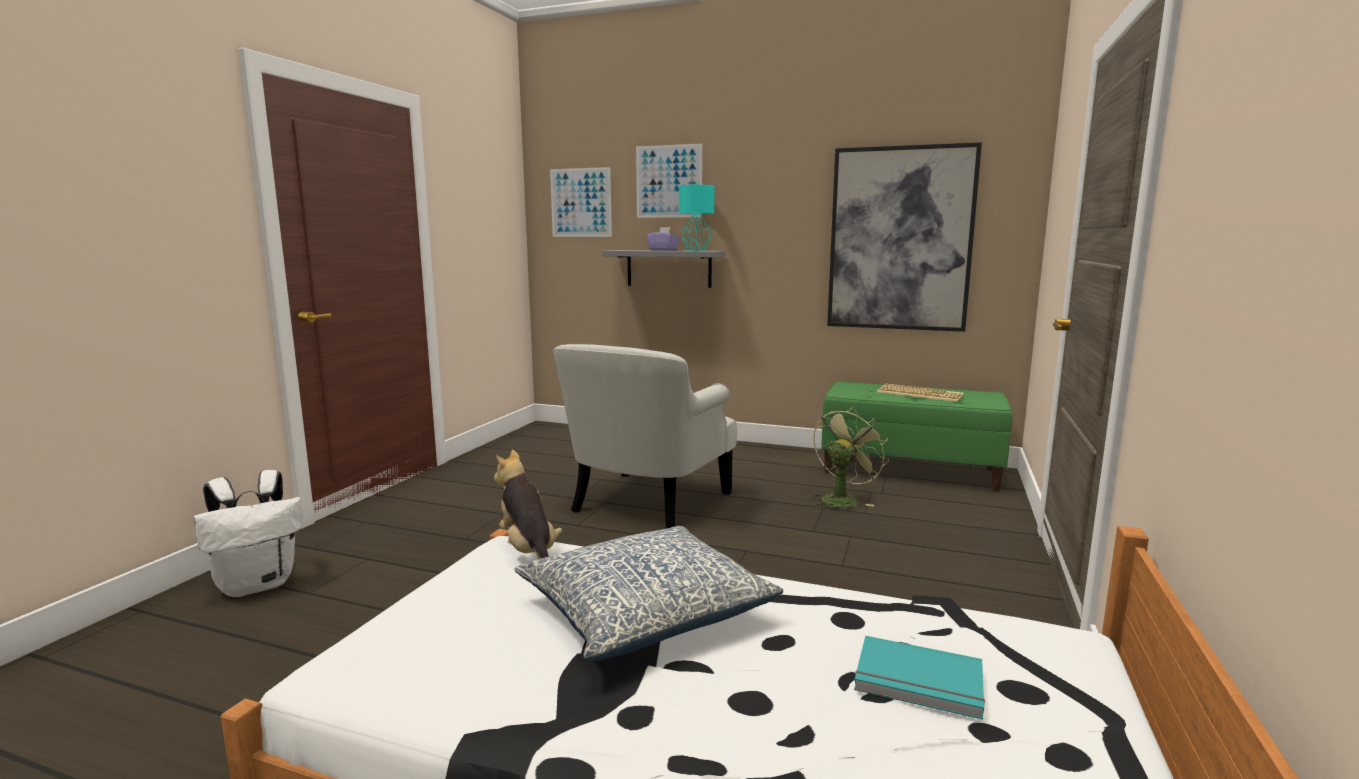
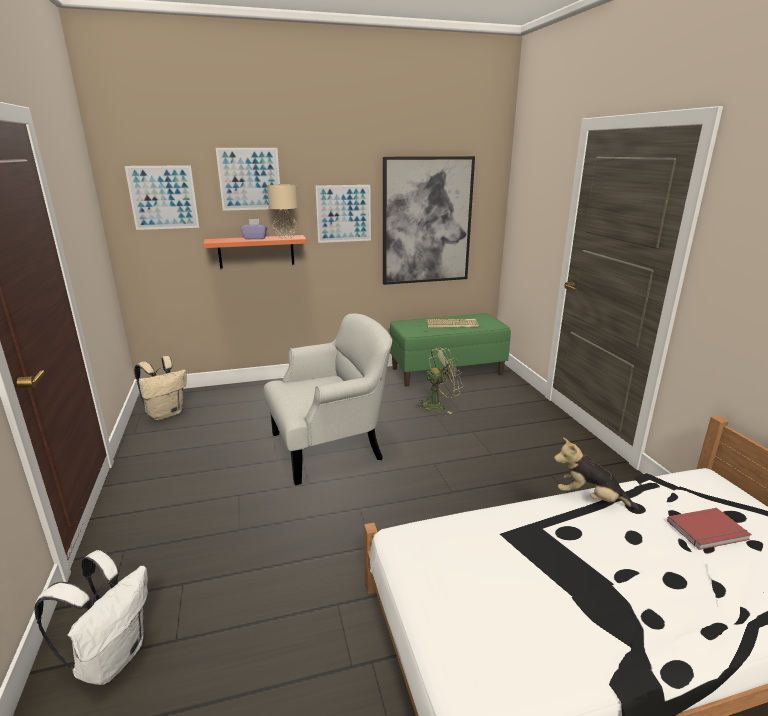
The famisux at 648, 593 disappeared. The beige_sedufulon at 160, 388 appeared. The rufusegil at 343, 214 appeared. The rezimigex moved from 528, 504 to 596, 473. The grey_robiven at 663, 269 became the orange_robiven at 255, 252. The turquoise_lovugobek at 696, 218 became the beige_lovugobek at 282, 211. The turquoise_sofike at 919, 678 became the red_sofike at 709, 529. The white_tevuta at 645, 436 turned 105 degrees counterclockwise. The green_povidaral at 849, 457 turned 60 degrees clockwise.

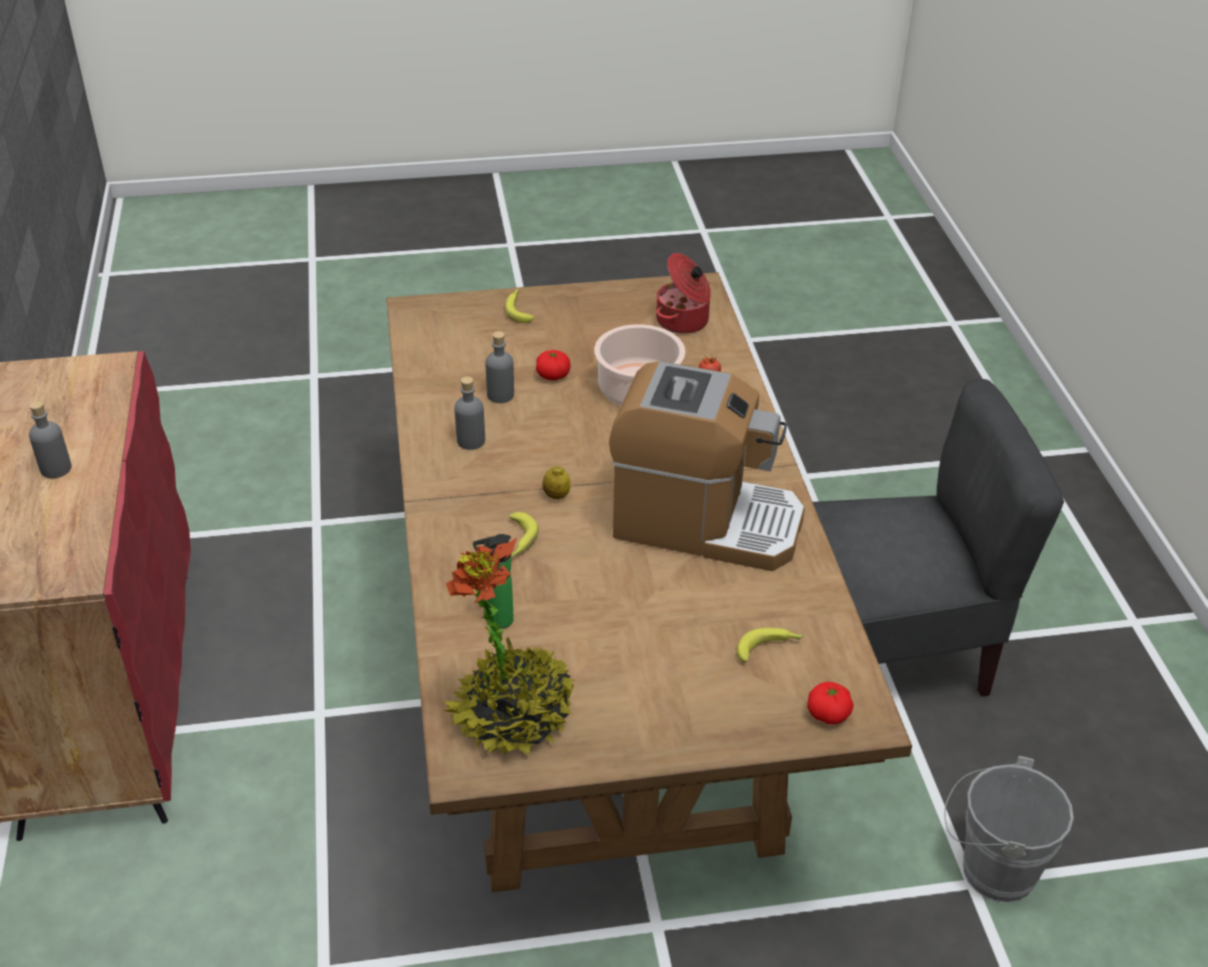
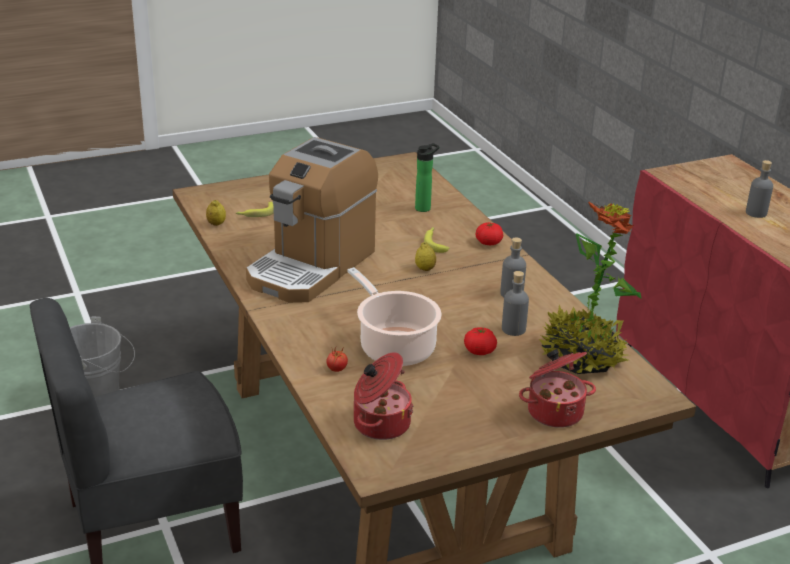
The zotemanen at 216, 213 appeared. The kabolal moved from 508, 646 to 590, 288. The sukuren moved from 830, 703 to 489, 233. The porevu at 520, 306 was replaced by the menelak at 557, 388. The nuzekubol at 707, 466 turned 60 degrees counterclockwise.

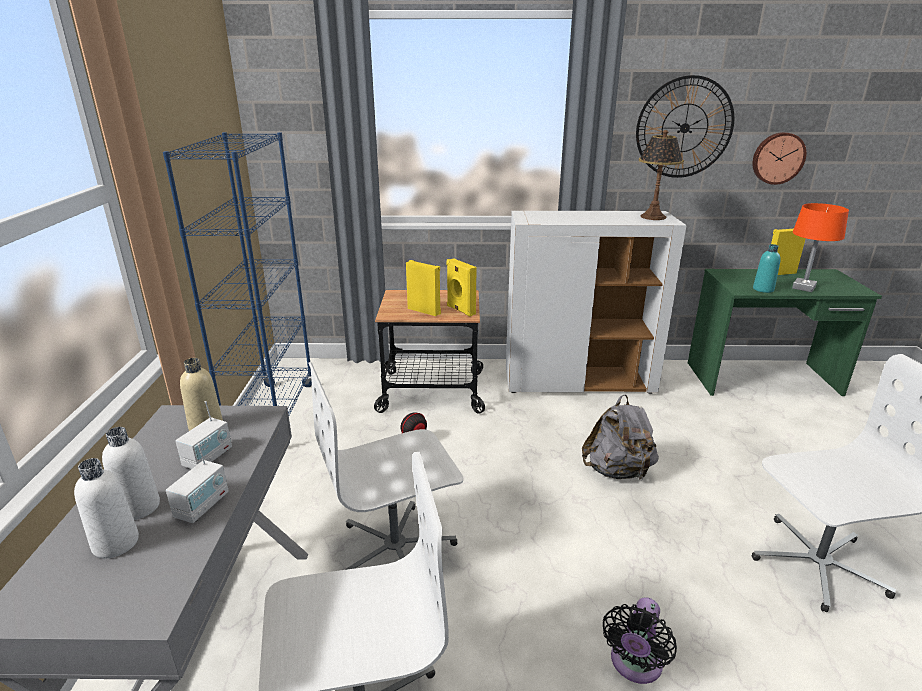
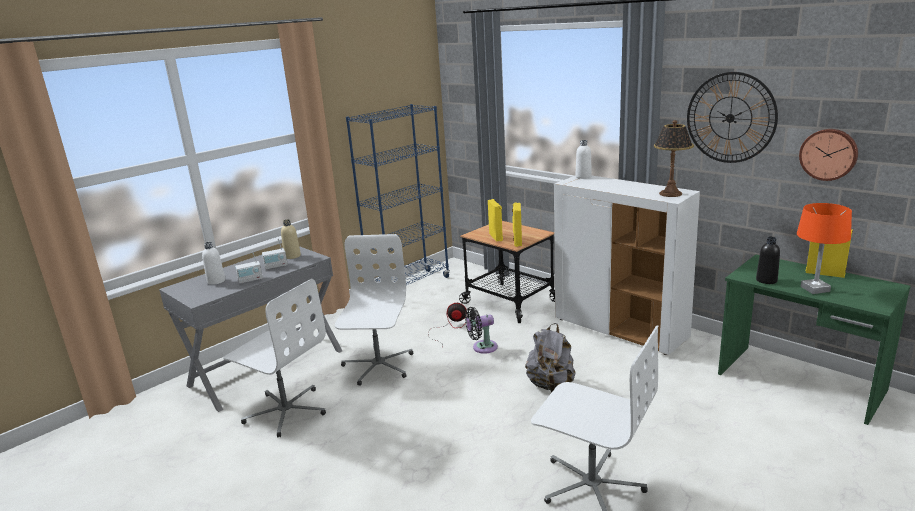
The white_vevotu moved from 131, 473 to 584, 159. The black_povidaral moved from 640, 640 to 481, 330. The turquoise_vevotu at 767, 268 became the black_vevotu at 768, 260. The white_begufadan at 386, 466 turned 75 degrees clockwise.

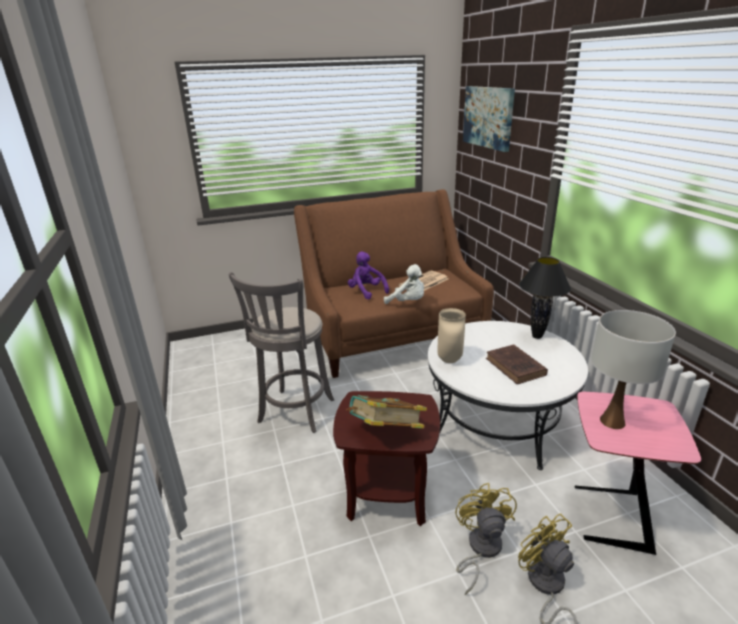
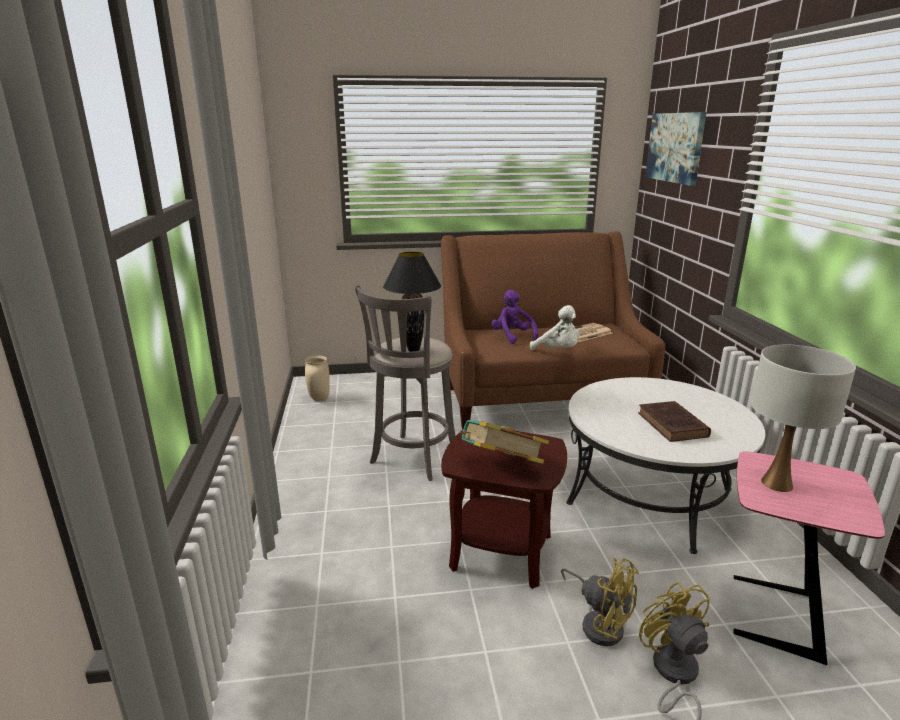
The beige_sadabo moved from 451, 335 to 317, 379. The black_lovugobek moved from 545, 298 to 412, 301. The yellow_povidaral at 486, 539 turned 120 degrees clockwise.

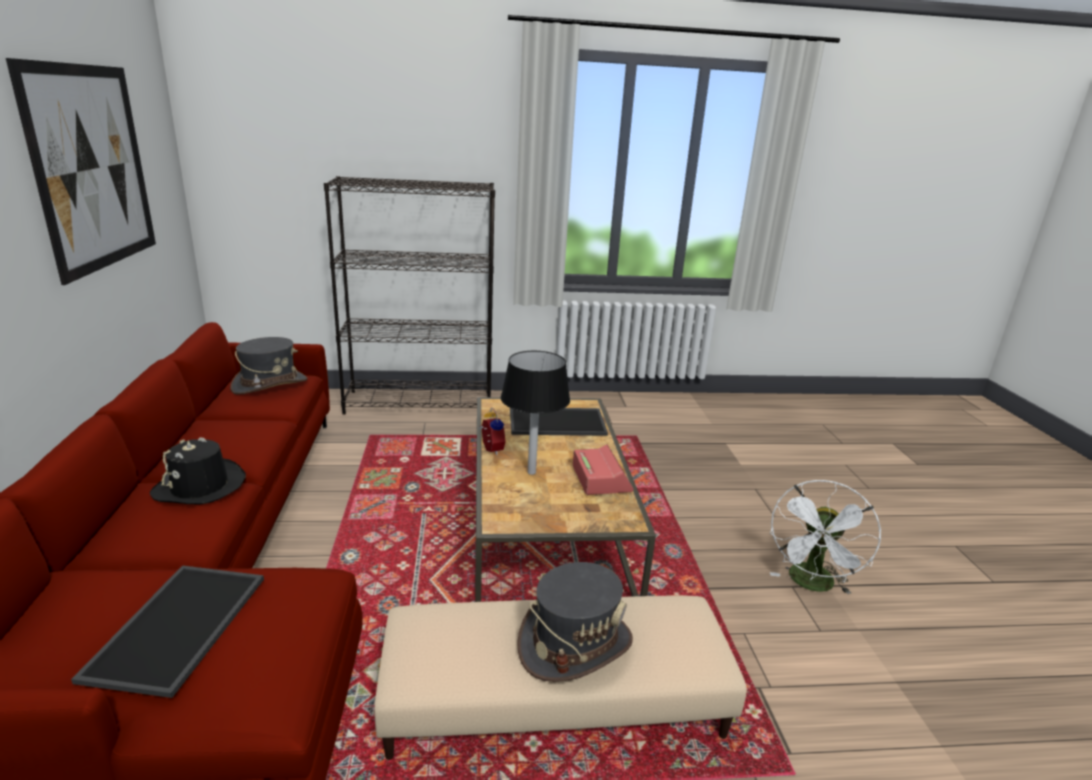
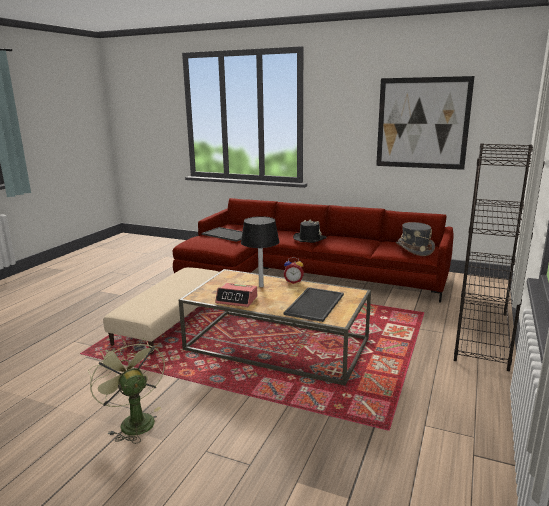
The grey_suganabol at 575, 622 disappeared. The white_povidaral at 826, 537 became the green_povidaral at 126, 391.

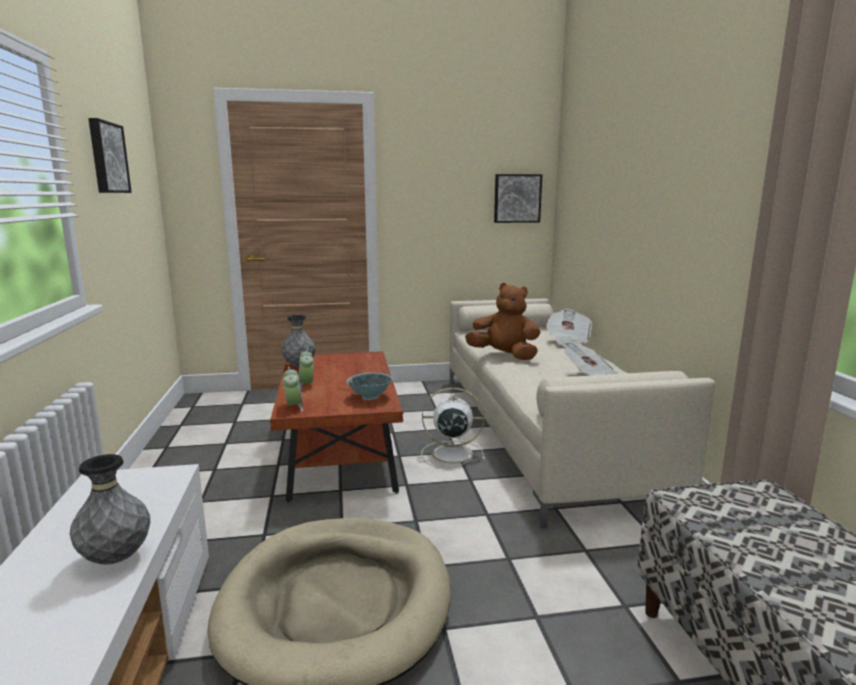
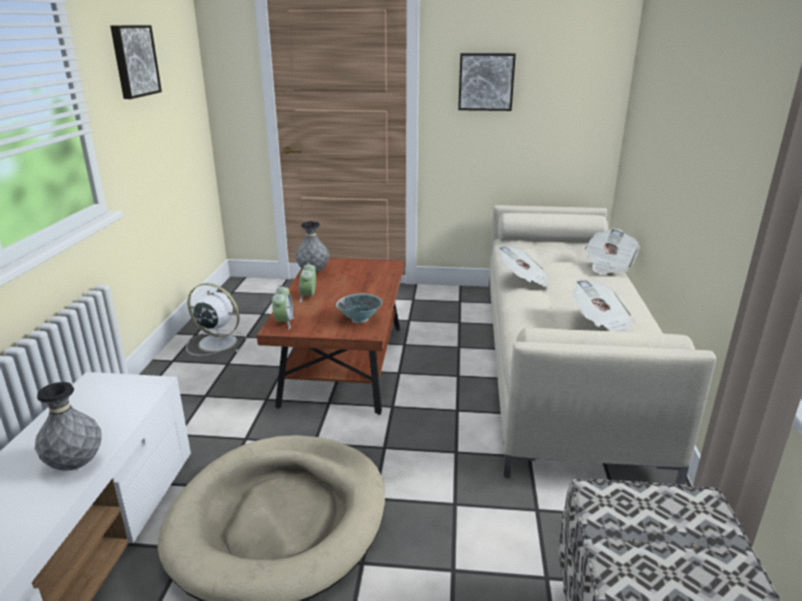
The white_povidaral moved from 453, 428 to 216, 319. The rufusegil moved from 518, 198 to 487, 82. The brown_rezimigex at 502, 321 was replaced by the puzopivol at 524, 267.

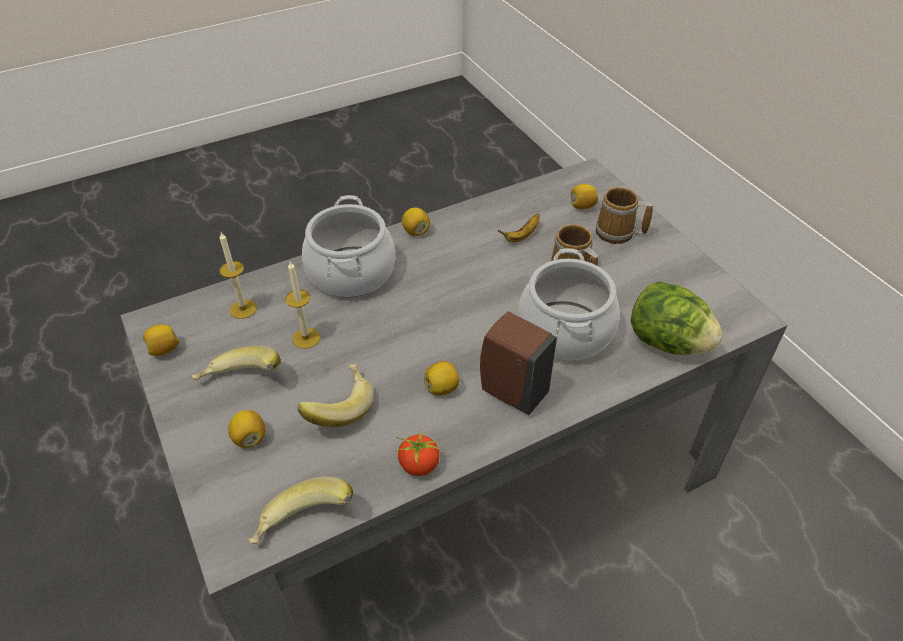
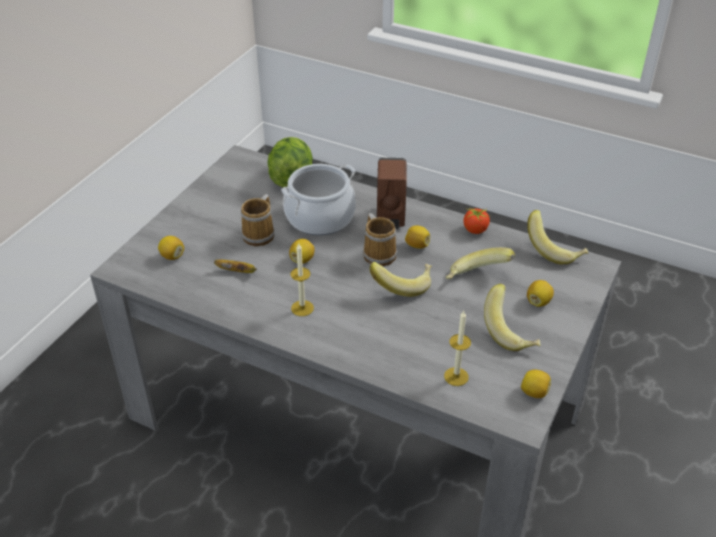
The menelak at 348, 246 disappeared. The porevu at 401, 279 appeared. The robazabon moved from 302, 305 to 302, 280. The zotemanen moved from 416, 222 to 302, 251. The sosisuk moved from 624, 215 to 380, 239.

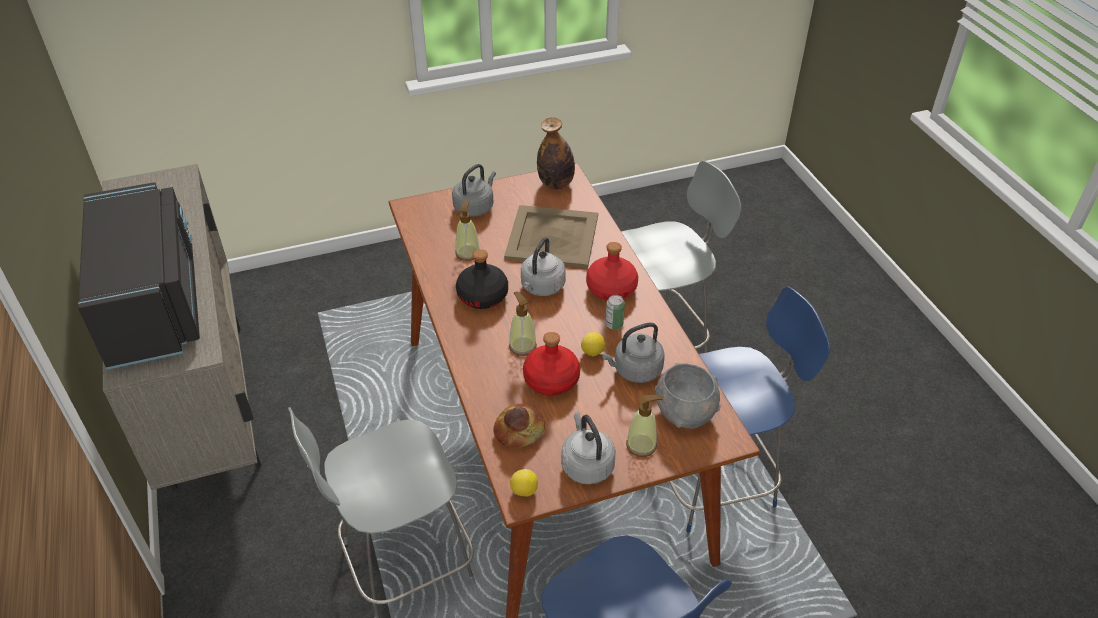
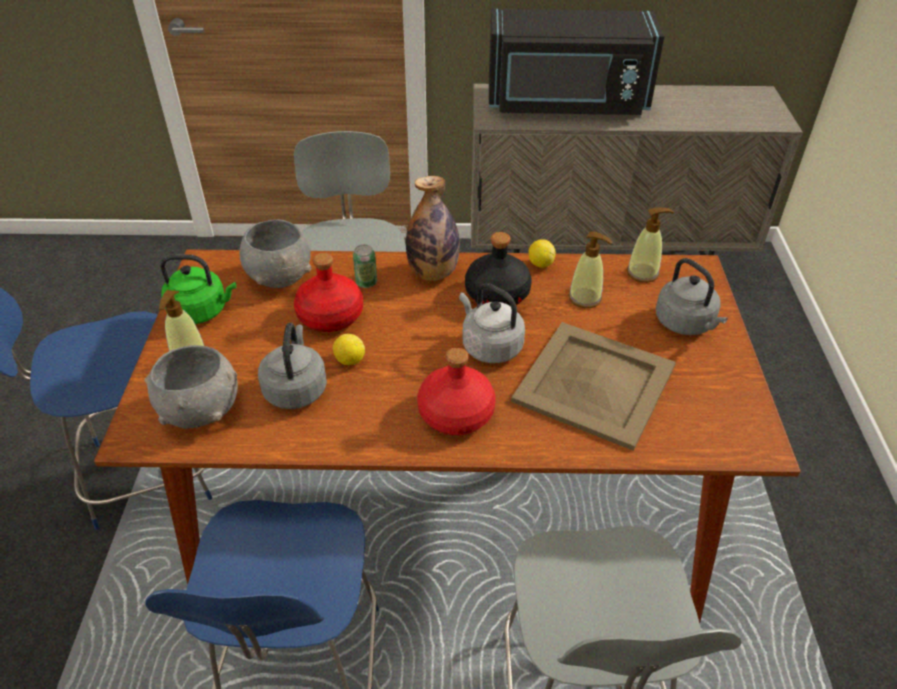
The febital moved from 523, 323 to 650, 245. The zotemanen moved from 524, 483 to 542, 253. The vevotu moved from 556, 153 to 433, 228. The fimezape moved from 615, 312 to 365, 266. The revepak at 519, 426 was replaced by the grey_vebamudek at 275, 253. The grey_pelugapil at 588, 448 became the green_pelugapil at 198, 289.

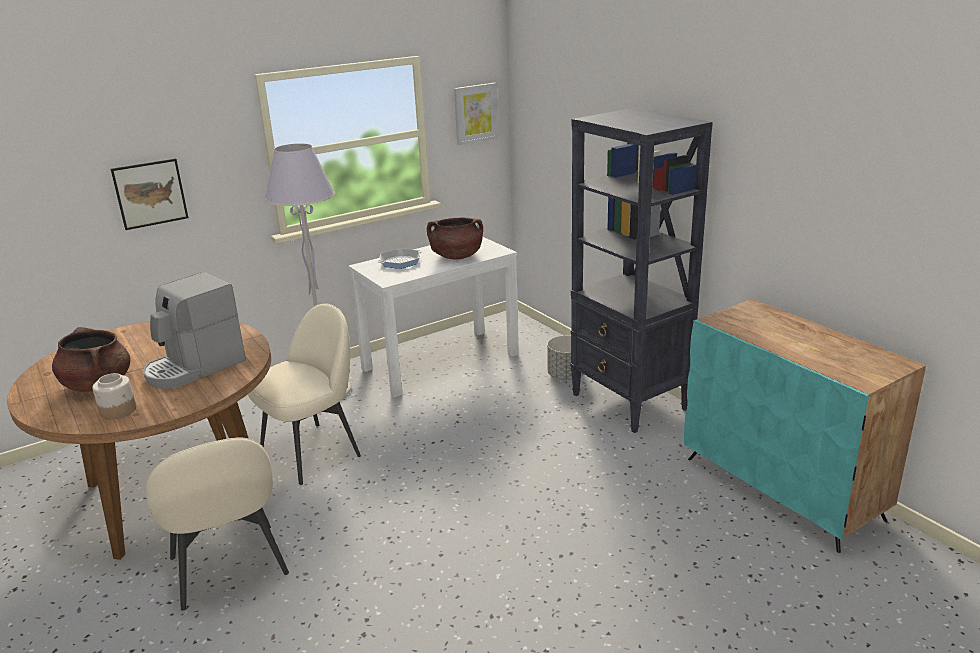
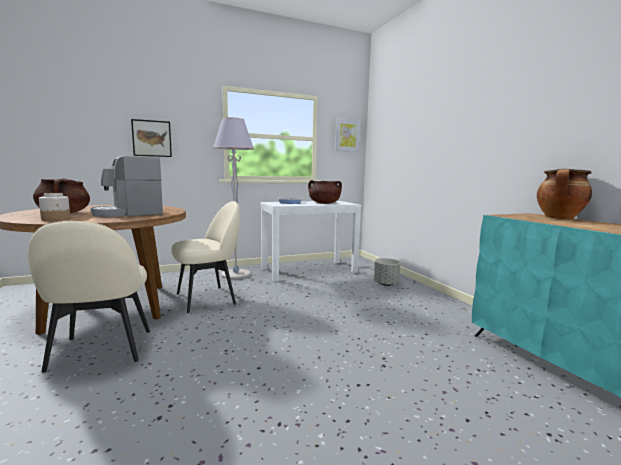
The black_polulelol at 641, 270 disappeared. The menelak at 564, 194 appeared.

